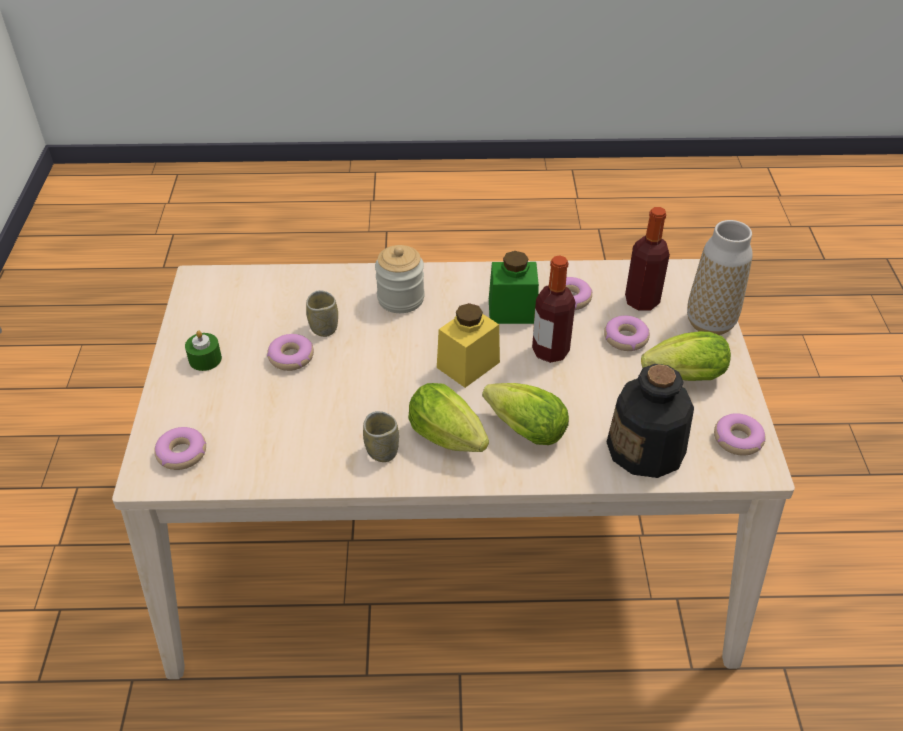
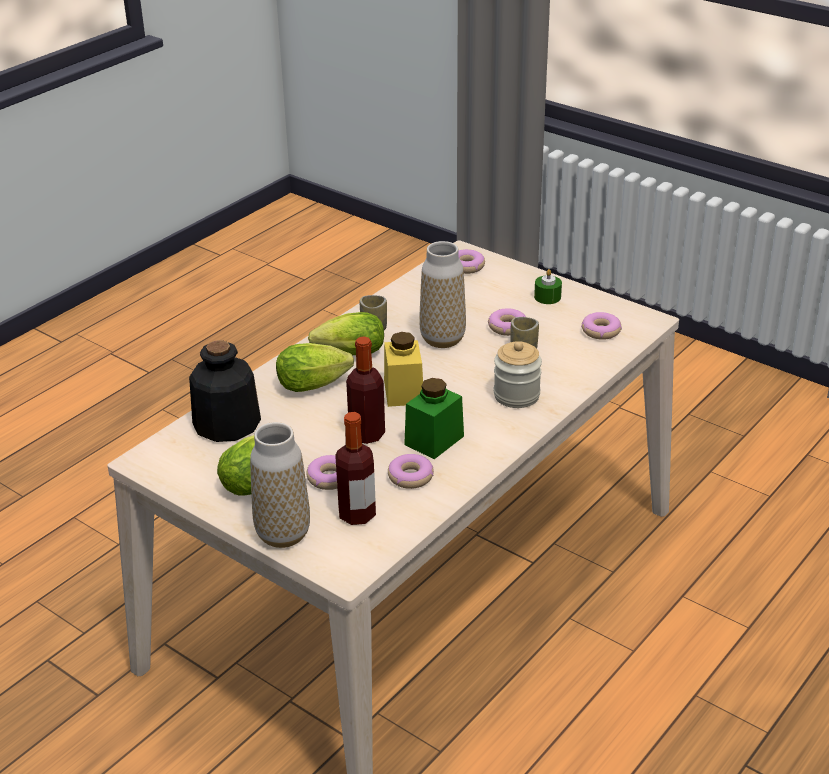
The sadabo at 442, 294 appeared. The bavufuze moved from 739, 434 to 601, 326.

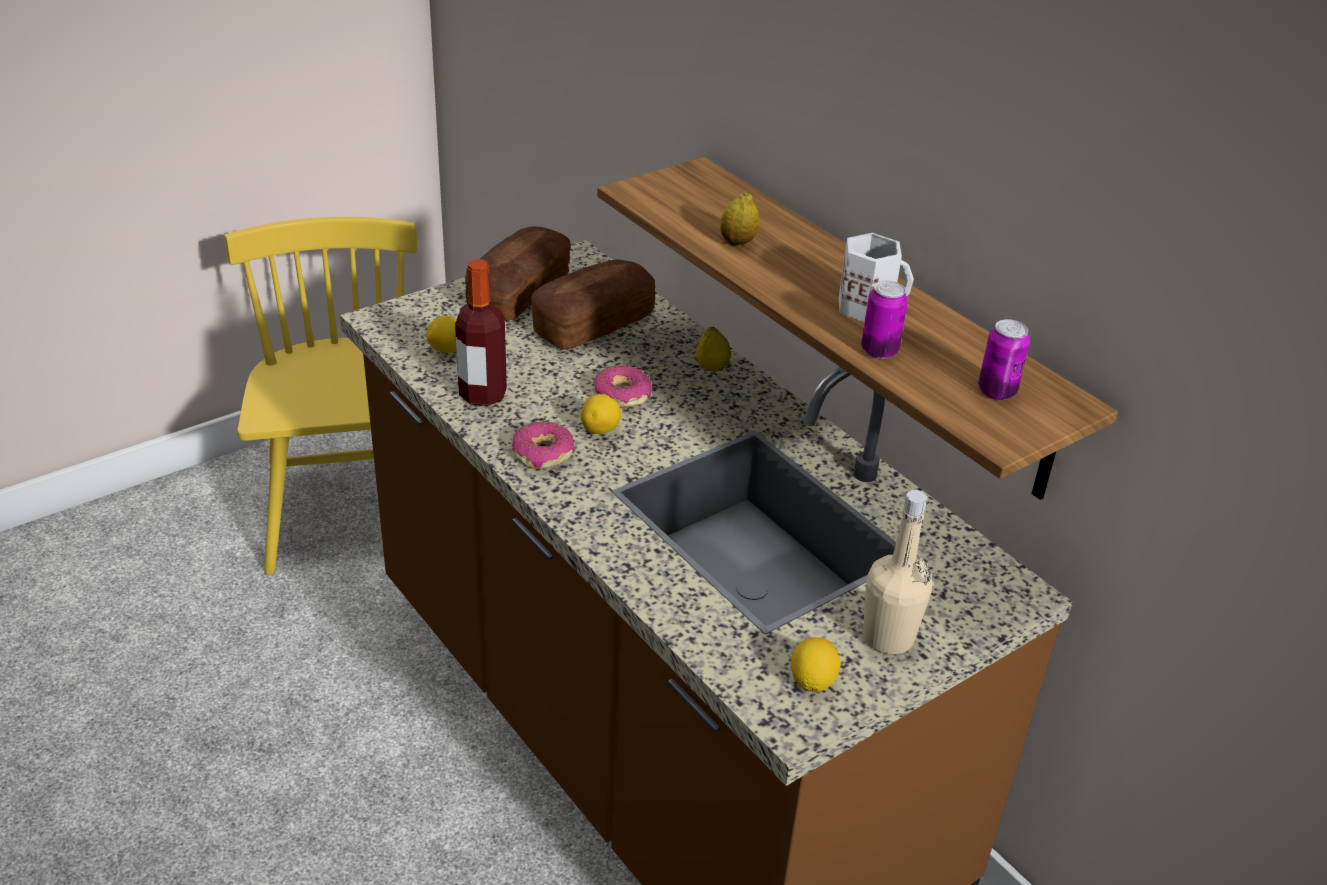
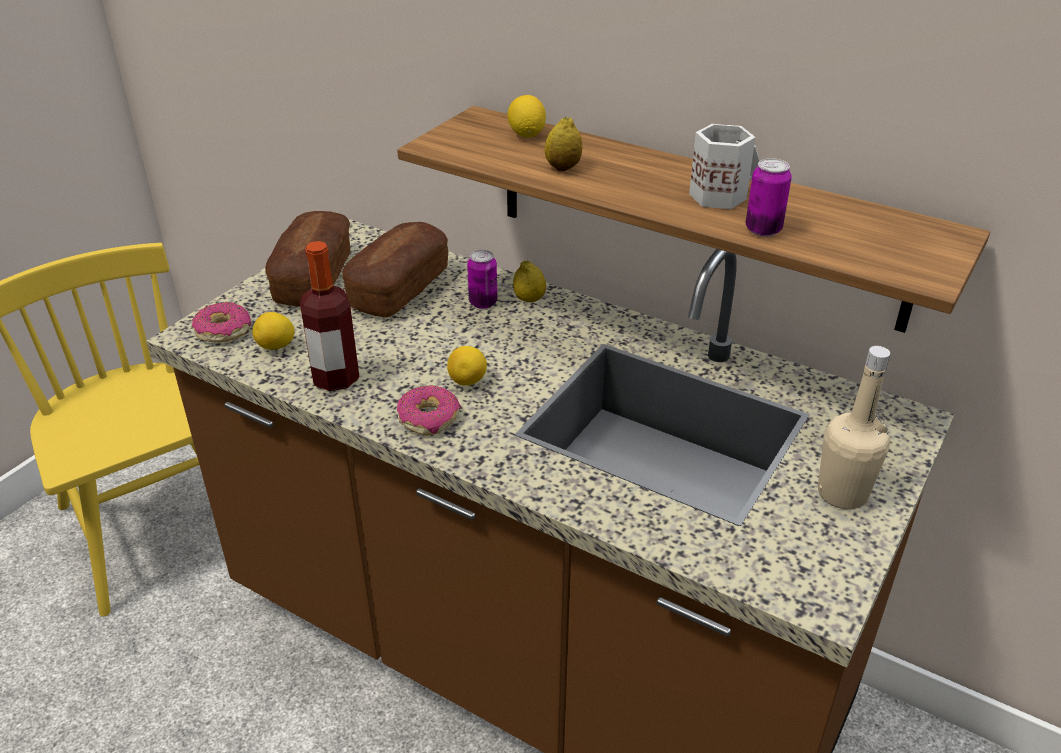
The bavufuze moved from 622, 386 to 221, 322. The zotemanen moved from 816, 664 to 526, 116. The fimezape moved from 1004, 359 to 482, 279.

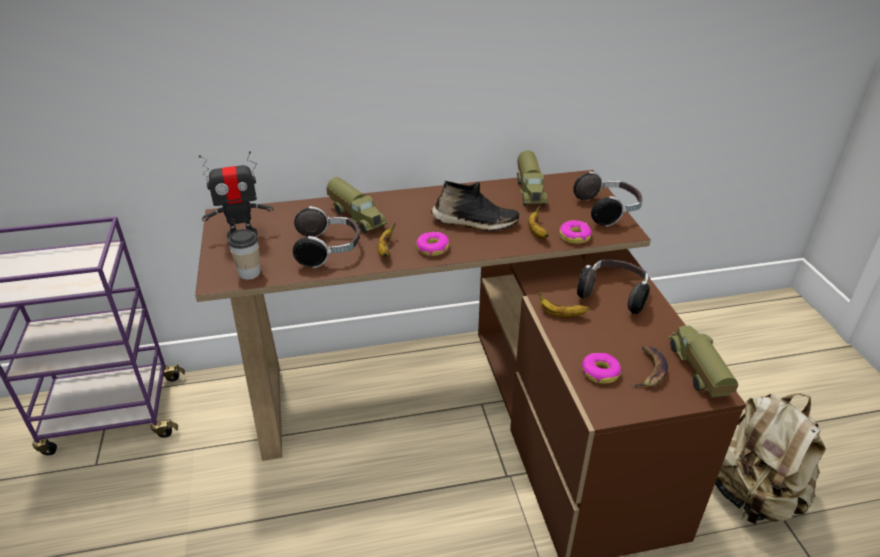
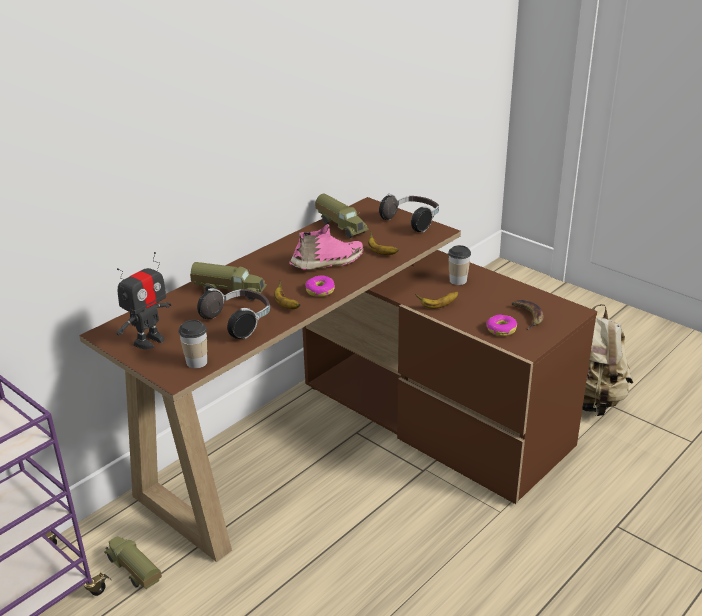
The bavufuze at 575, 232 disappeared. The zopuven moved from 703, 361 to 133, 562. The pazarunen at 613, 286 was replaced by the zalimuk at 459, 265. The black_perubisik at 475, 206 became the pink_perubisik at 326, 247.

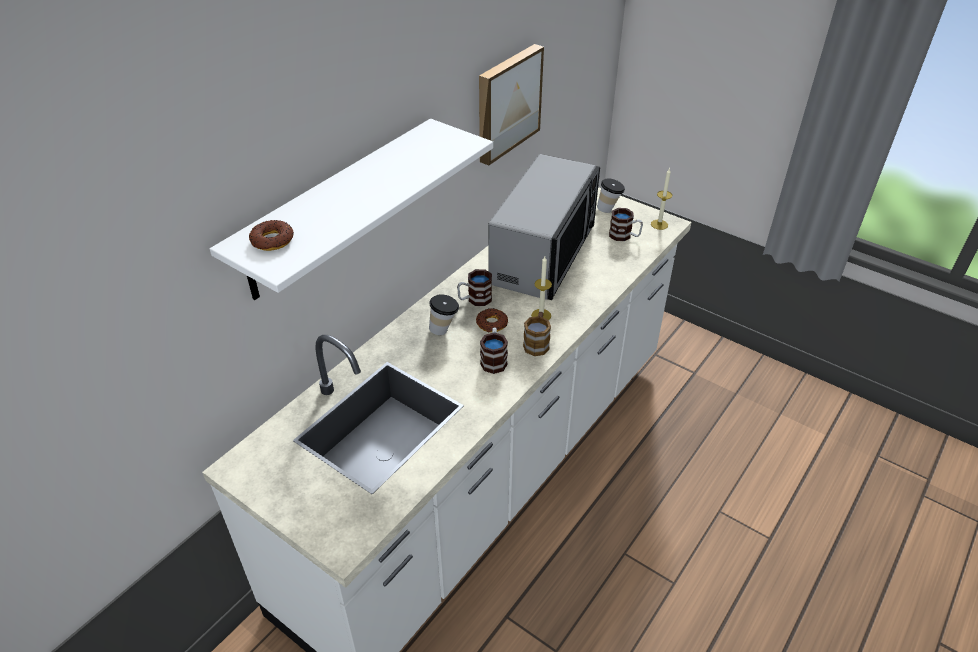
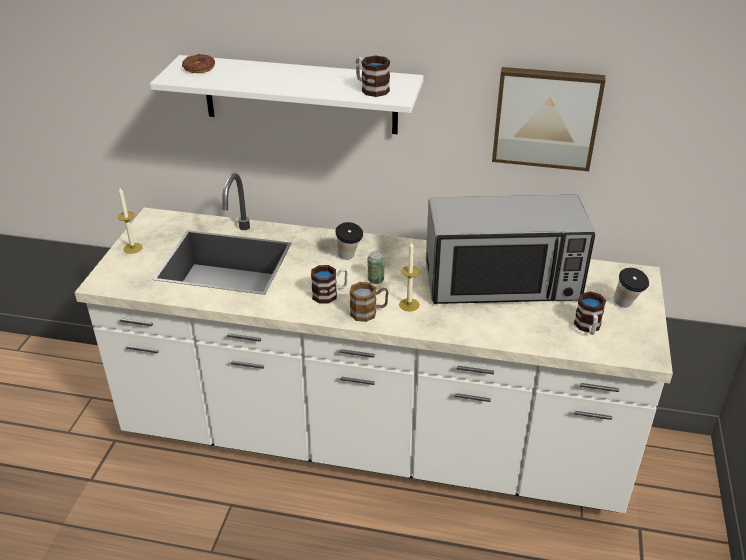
The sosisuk moved from 474, 287 to 373, 76. The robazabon moved from 661, 199 to 130, 221. The bavufuze at 492, 320 was replaced by the fimezape at 376, 267.

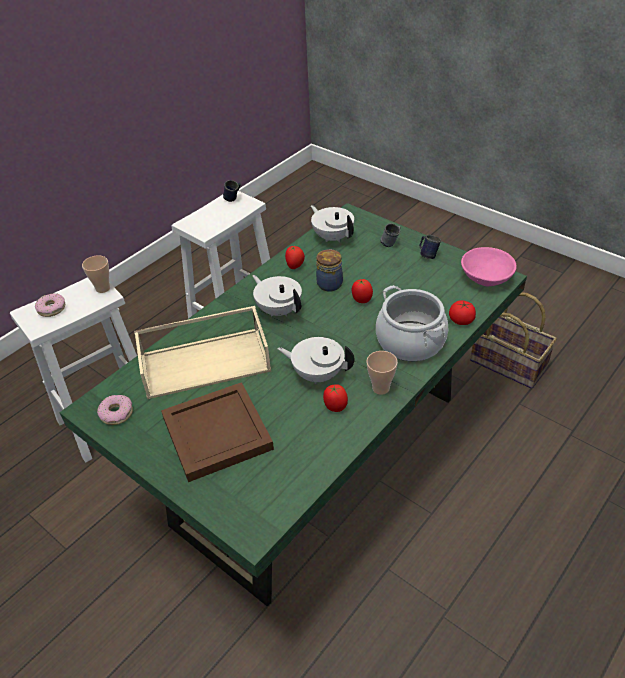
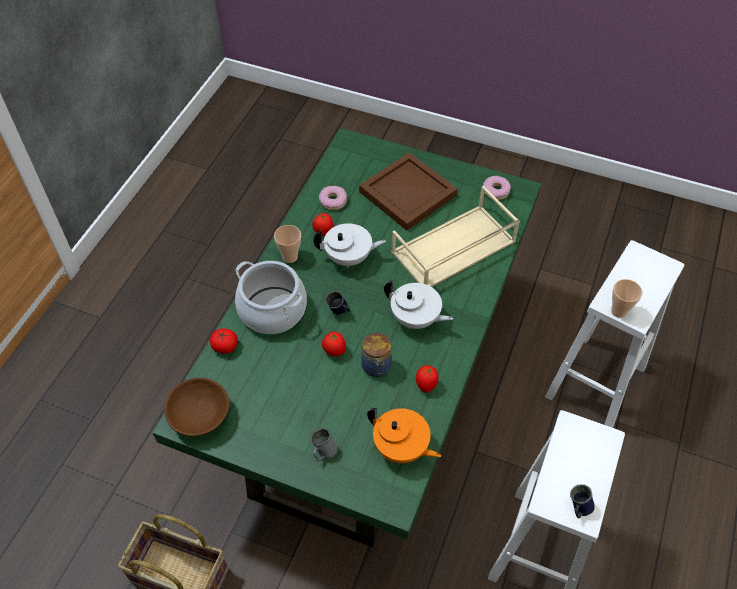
The bavufuze moved from 50, 305 to 333, 198. The blue_sosisuk moved from 430, 247 to 338, 302. The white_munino at 332, 223 became the orange_munino at 404, 435. The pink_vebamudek at 489, 266 became the brown_vebamudek at 196, 407.

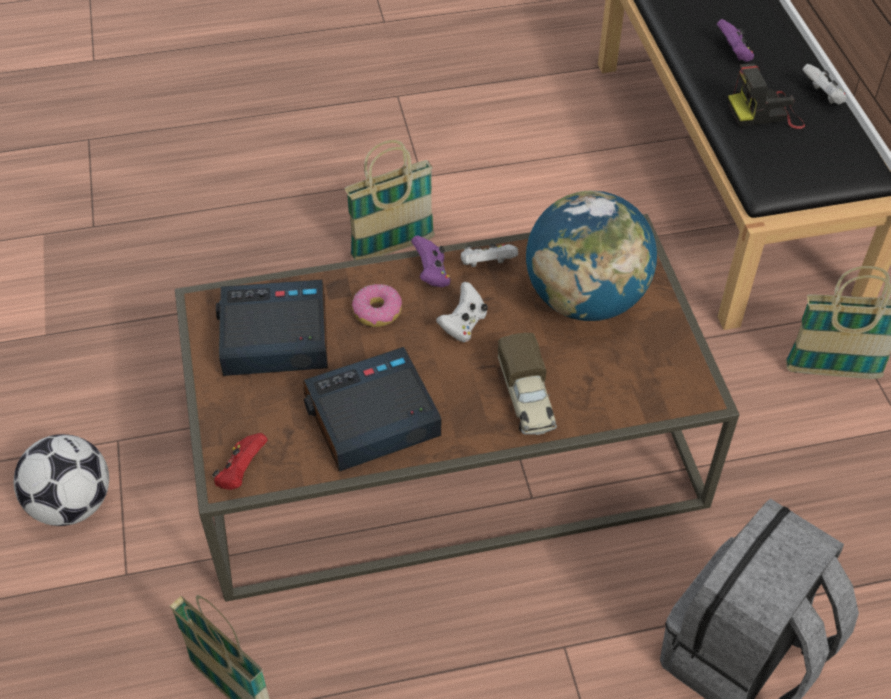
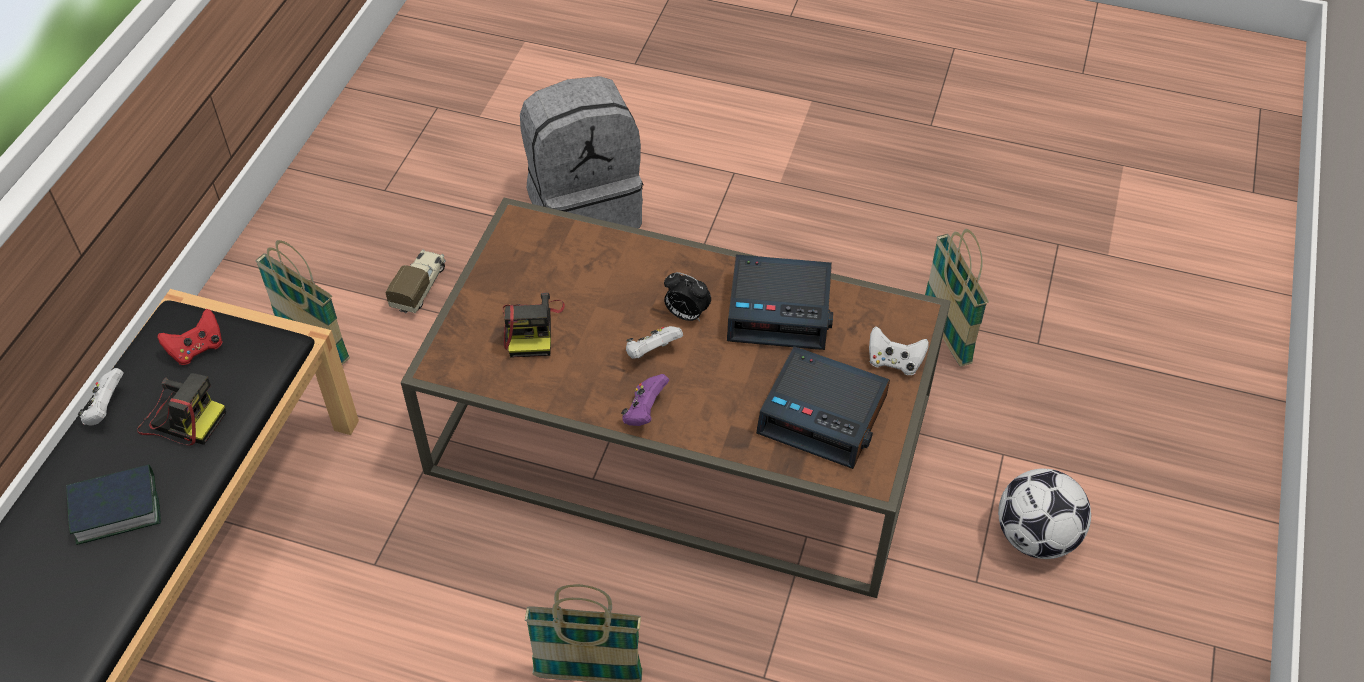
The bavufuze at 377, 305 disappeared. The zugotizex at 687, 296 appeared. The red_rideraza moved from 240, 461 to 190, 337. The white_rideraza moved from 489, 255 to 899, 350. The zopuven moved from 527, 384 to 416, 281. The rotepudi at 591, 256 was replaced by the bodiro at 534, 325. The purple_rideraza at 735, 40 was replaced by the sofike at 113, 505.

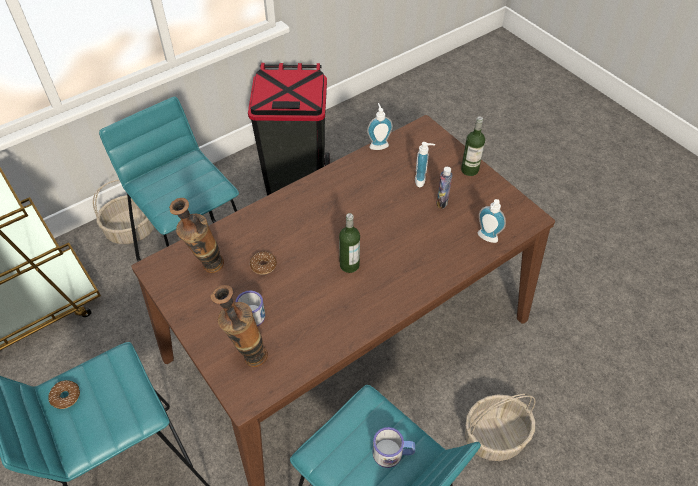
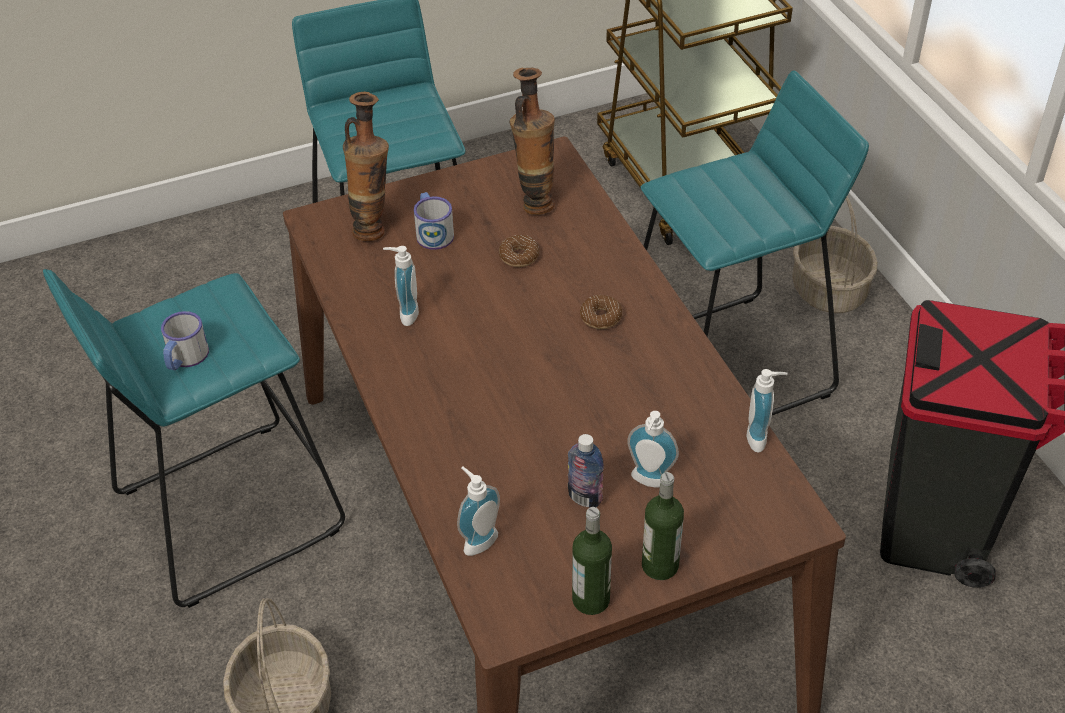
The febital at 401, 286 appeared. The bavufuze moved from 64, 394 to 601, 312. The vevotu moved from 349, 243 to 592, 561.

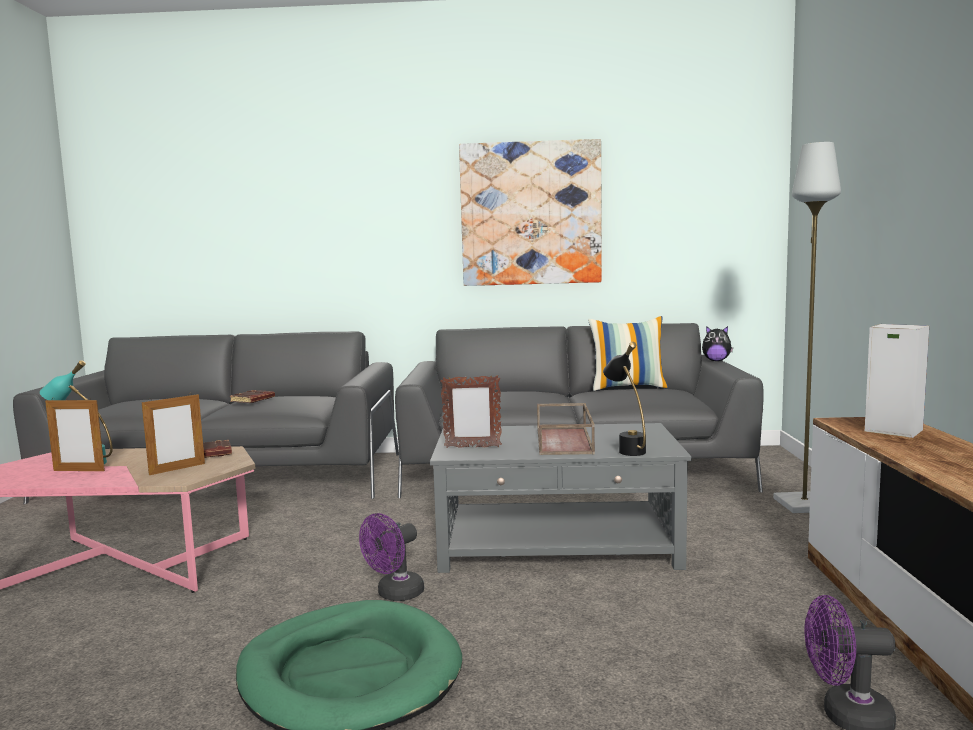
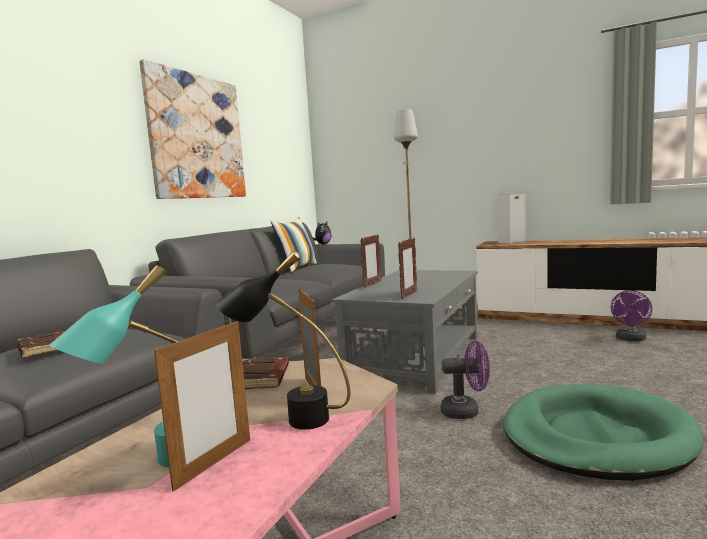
The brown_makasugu at 566, 429 disappeared. The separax at 370, 261 appeared. The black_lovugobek moved from 624, 399 to 283, 340. The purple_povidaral at 391, 557 turned 60 degrees counterclockwise.

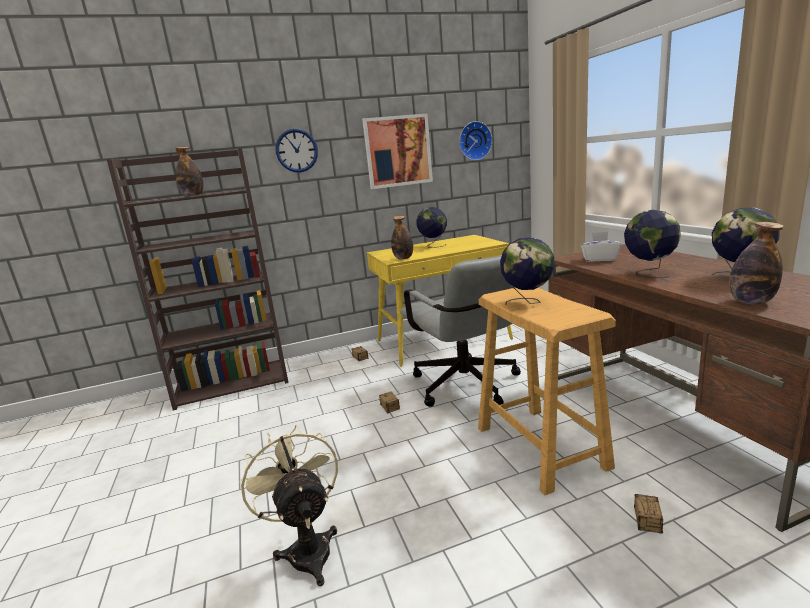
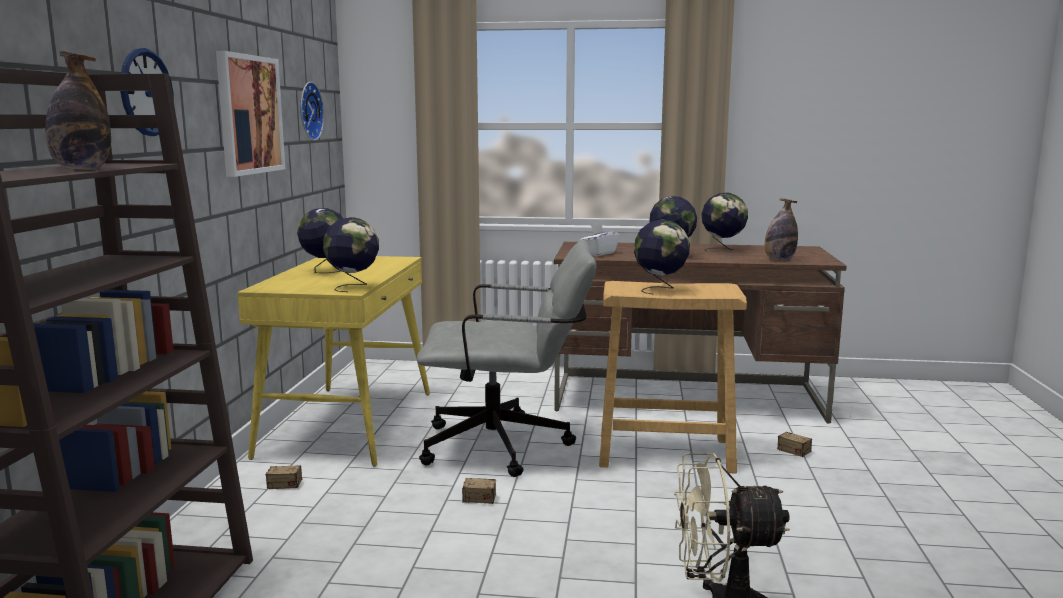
The vevotu at 402, 237 was replaced by the rotepudi at 351, 254.

